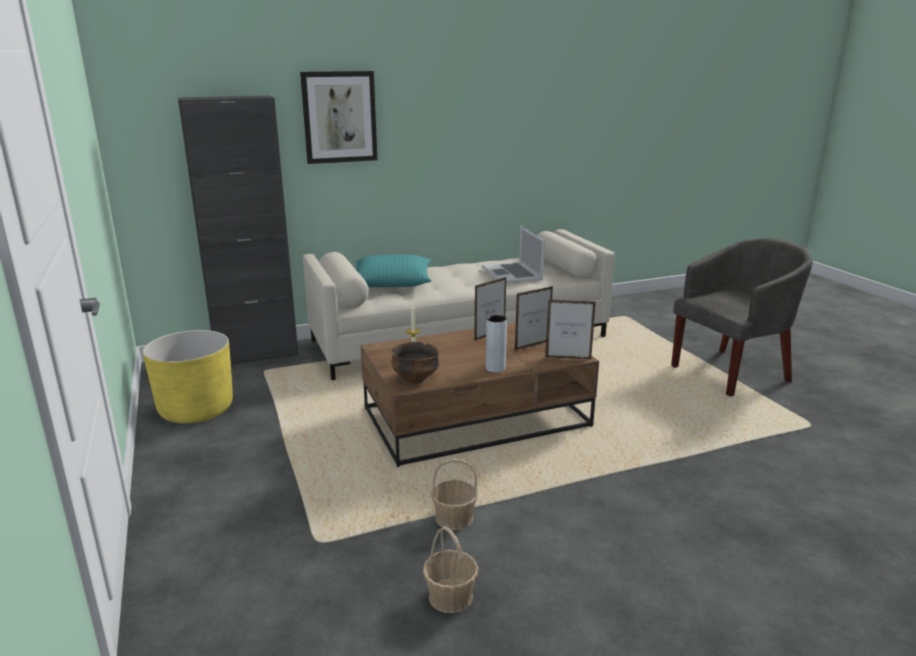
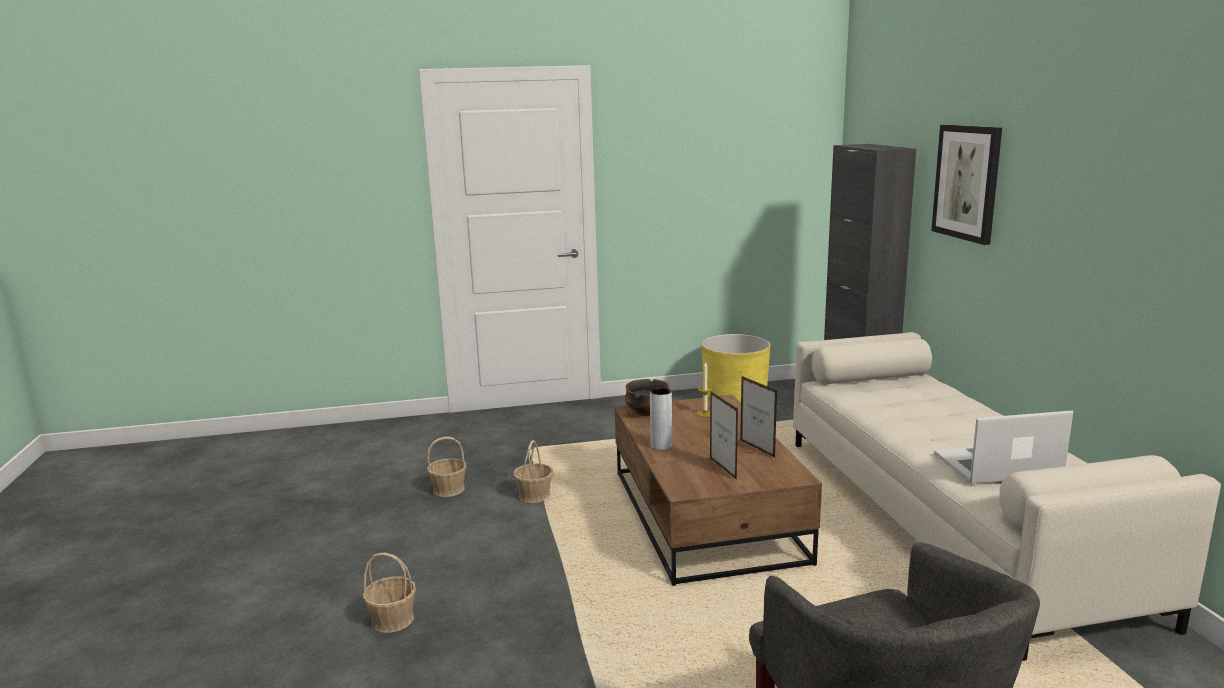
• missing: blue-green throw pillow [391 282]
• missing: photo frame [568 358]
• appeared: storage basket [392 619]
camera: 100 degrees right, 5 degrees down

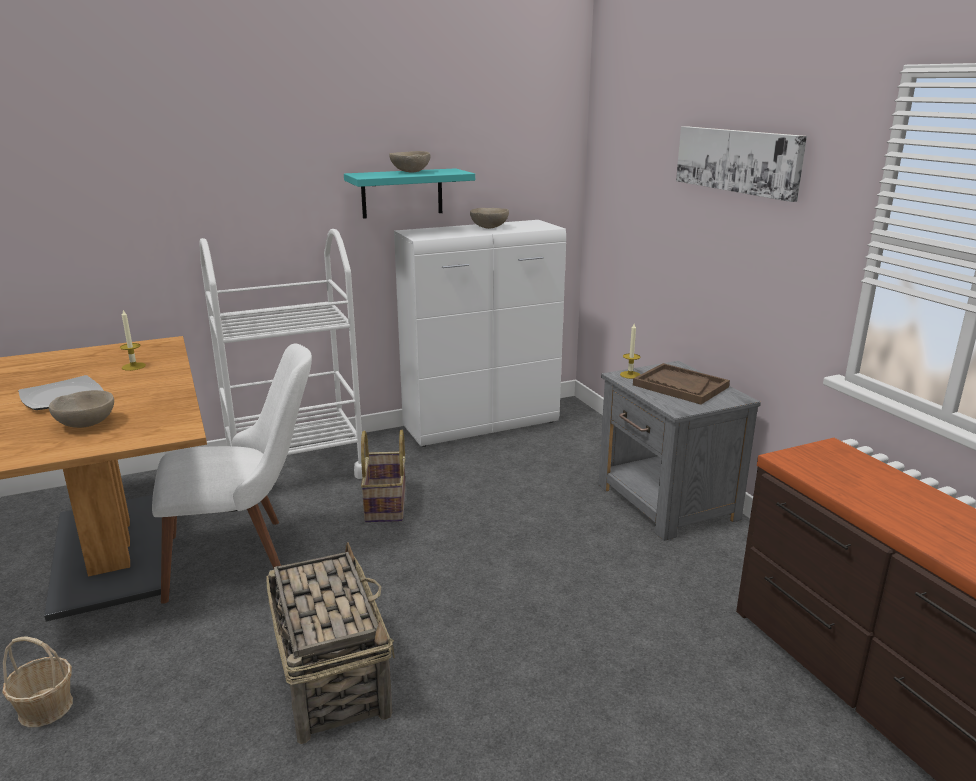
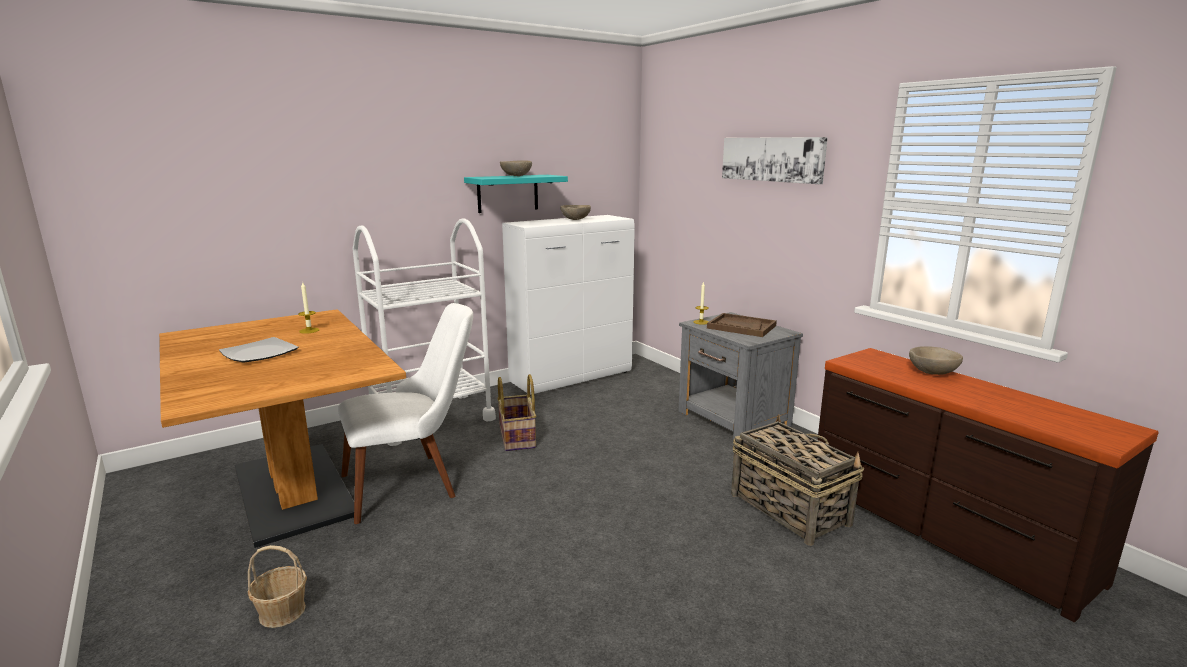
• relocated: sand-coloured bowl [86 424] to [933 372]
• relocated: storage basket [331 676] to [788 508]
camera: 10 degrees left, 5 degrees down

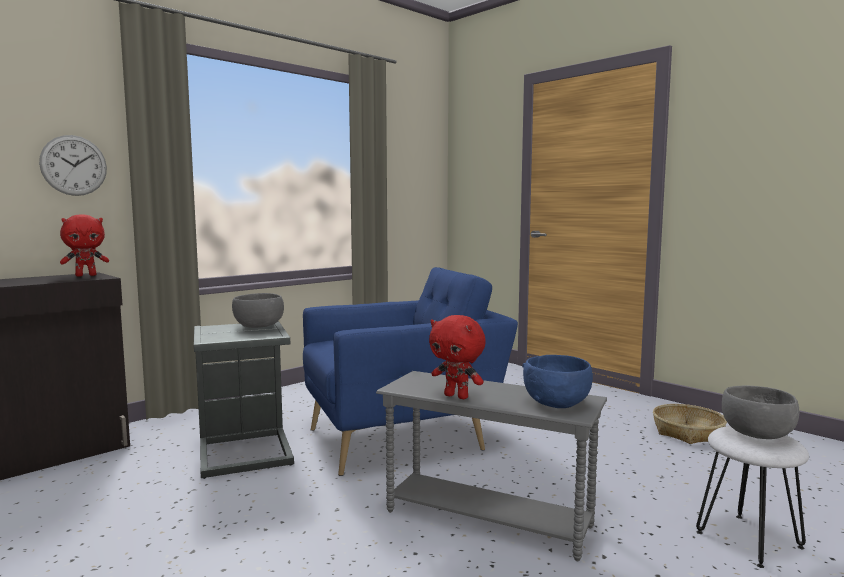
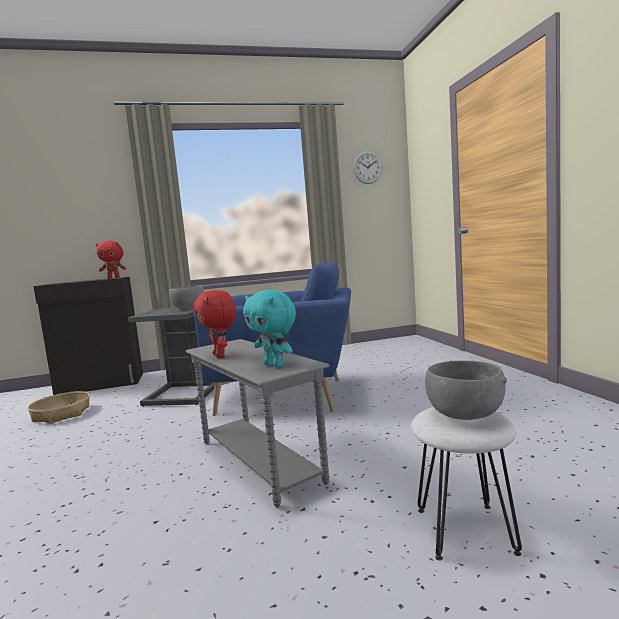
• relocated: hanging clock [74 165] to [367 167]
• exchanged: blue bowl [556 403] to blue-green plush toy [275 365]
• relocated: storage basket [687 432] to [61 414]
camera: 30 degrees right, 0 degrees up

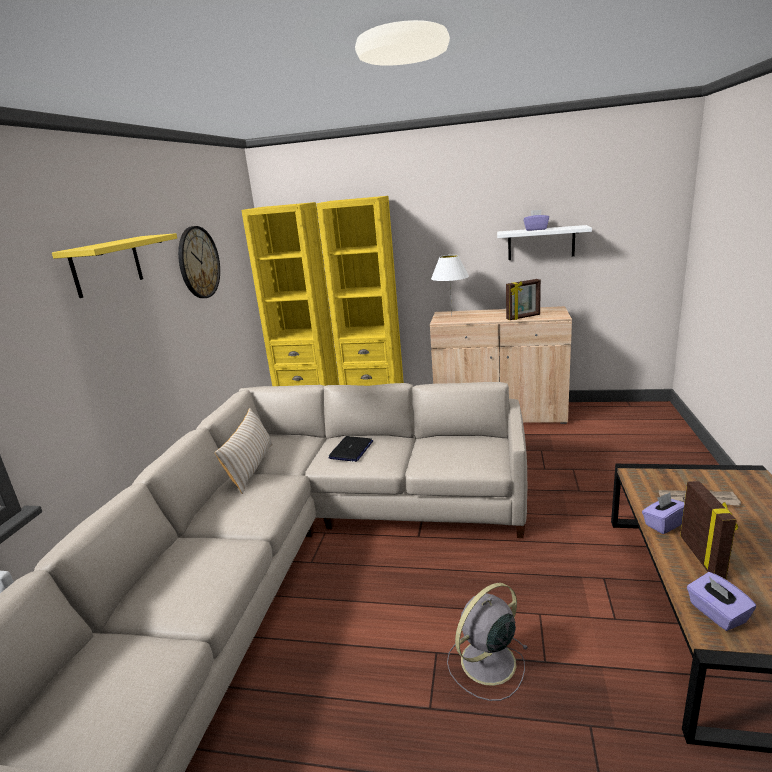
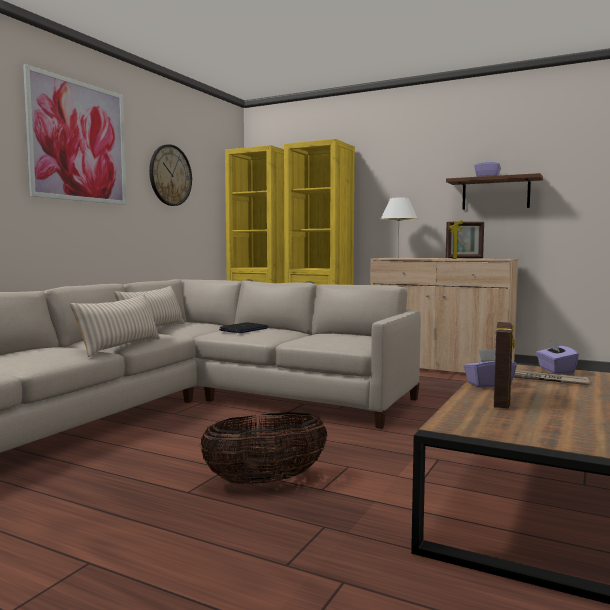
• colour: white shelf [541 243] to brown shelf [495 194]
• exchanged: yellow-coloured shelf [107 266] to wall art [78 141]
• relocated: purple tissue holder [716 613] to [555 370]
• exchanged: greyish fan [486 663] to storage basket [265 481]
• appeared: sand-coloured throw pillow [120 346]
camera: 15 degrees right, 15 degrees down

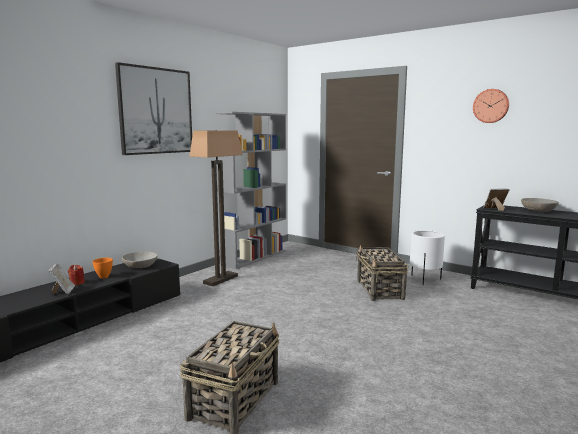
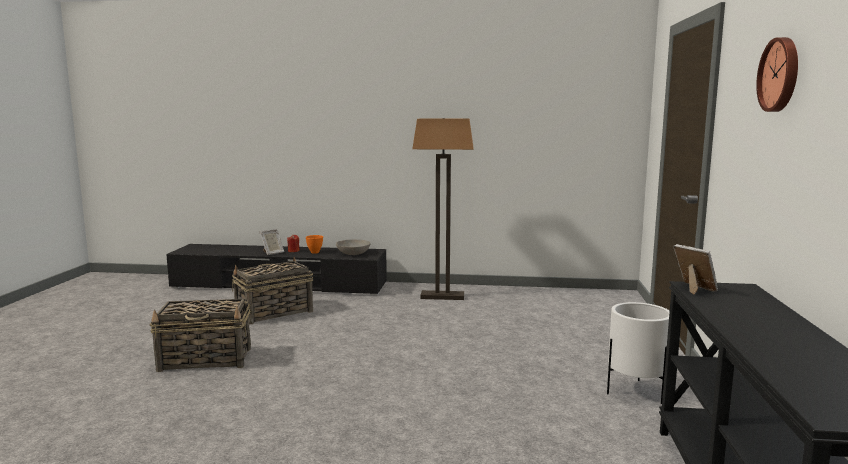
• missing: wall art [156 111]
• missing: greyish bookcase [254 257]
• missing: greyish bowl [538 211]
• relocated: storage basket [380 290] to [273 312]
camera: 60 degrees right, 0 degrees up

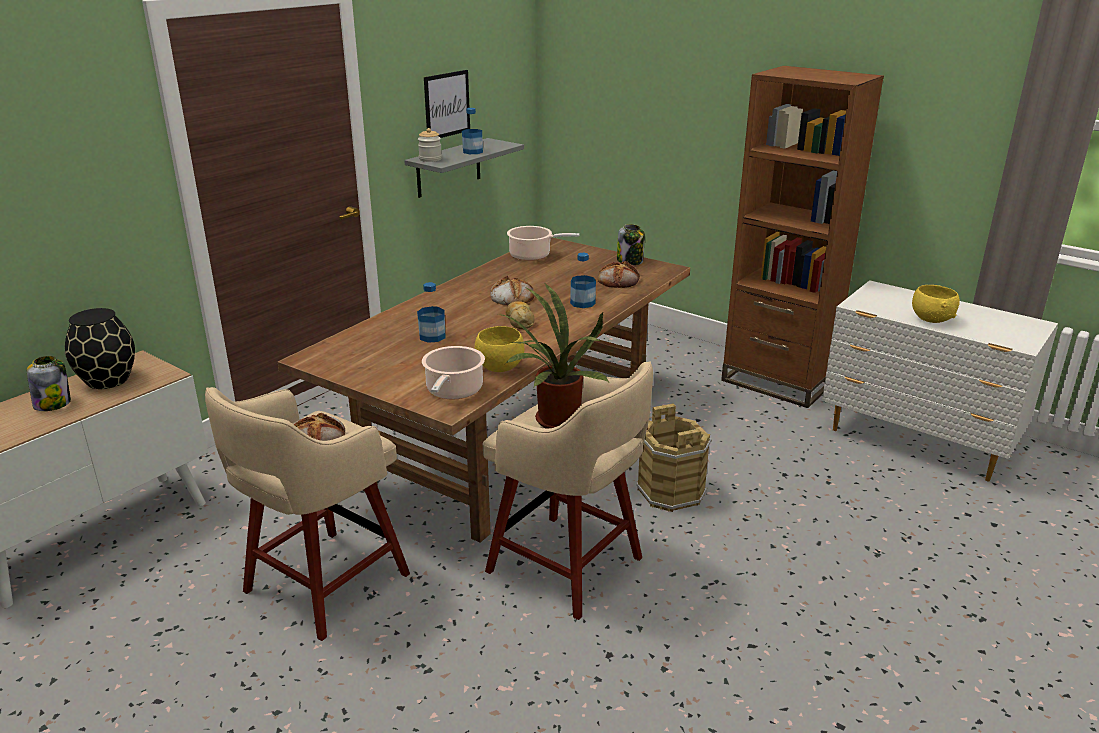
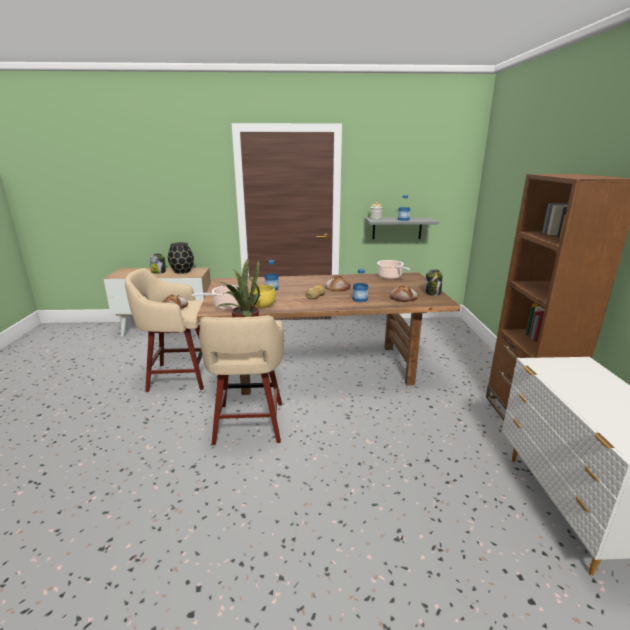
• missing: wall art [447 104]
• missing: yellow-coloured bowl [931 319]
• missing: brown bucket [671 491]
camera: 50 degrees right, 5 degrees down

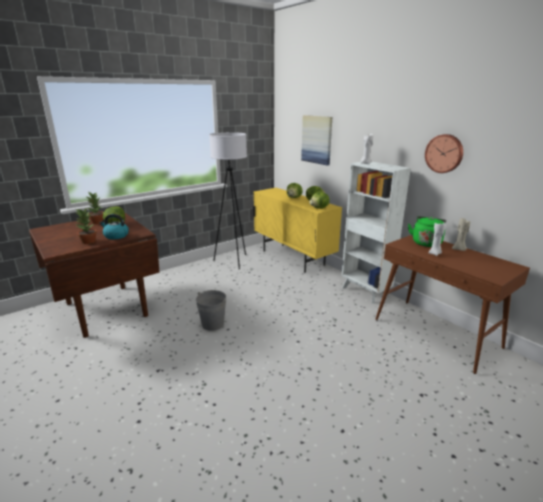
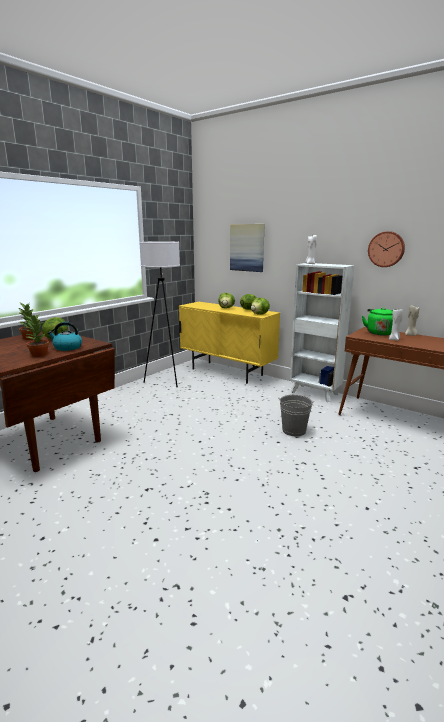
• relocated: greyish bucket [213 324] to [294 430]
camera: 15 degrees left, 5 degrees down

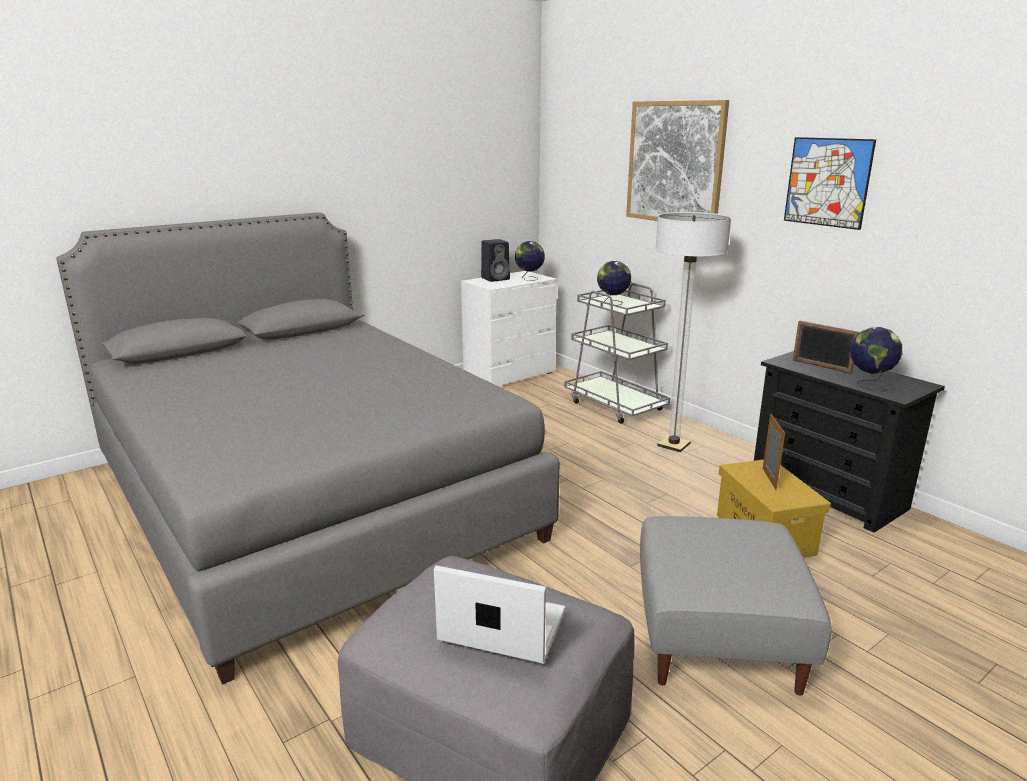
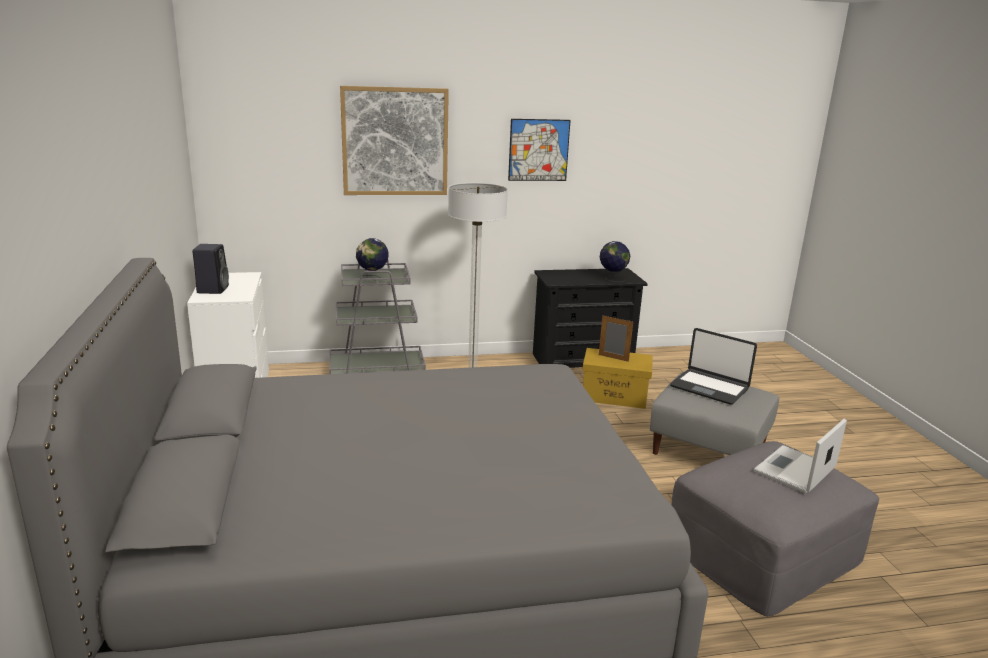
• missing: globe [529 279]
• missing: photo frame [821 366]
• appeared: portable computer [709 387]
camera: 65 degrees left, 0 degrees up

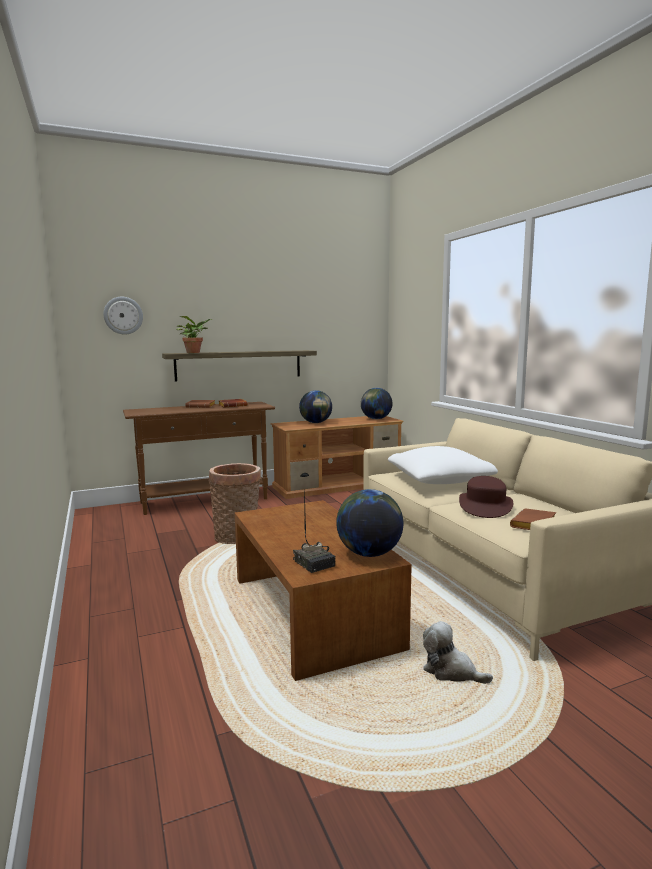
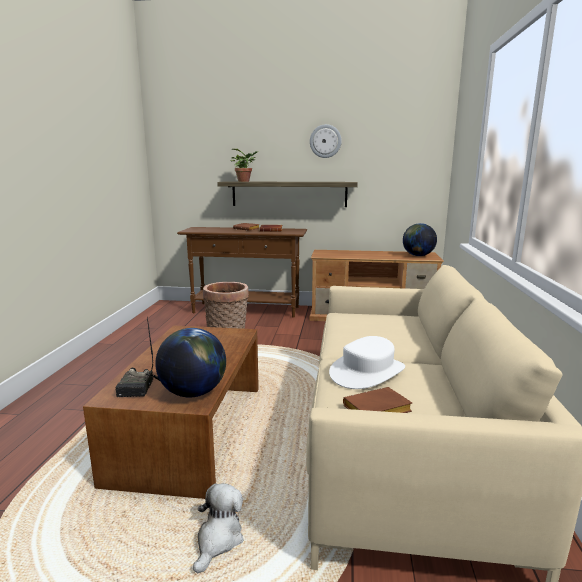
• relocated: hanging clock [123 315] to [325 141]
• missing: globe [316 423]
• missing: white throw pillow [439 480]
• colour: brown hat [485 506] to white hat [367 372]
• spun: plush toy [451 671] = [218 539] 45 degrees clockwise
camera: 30 degrees right, 5 degrees up

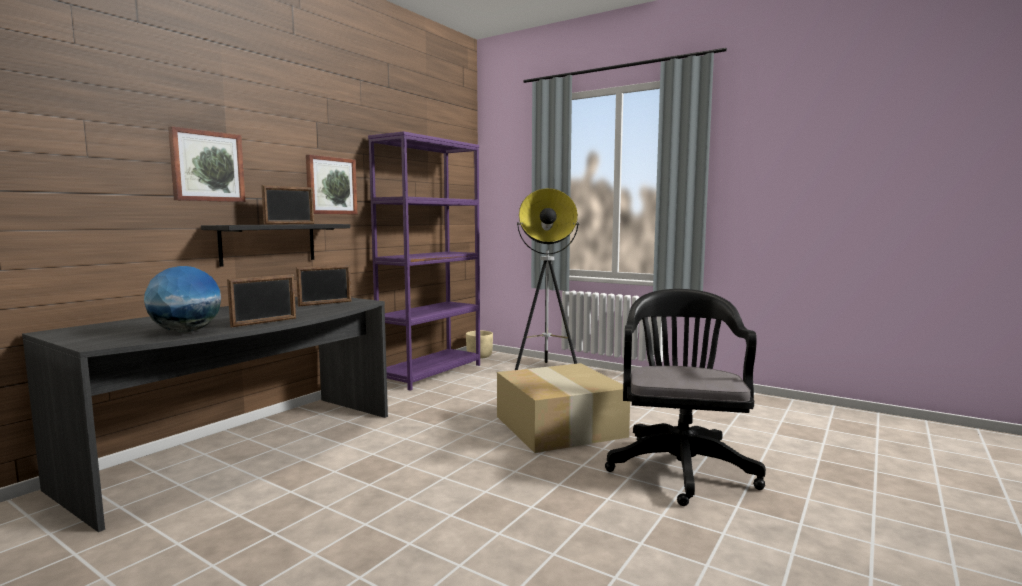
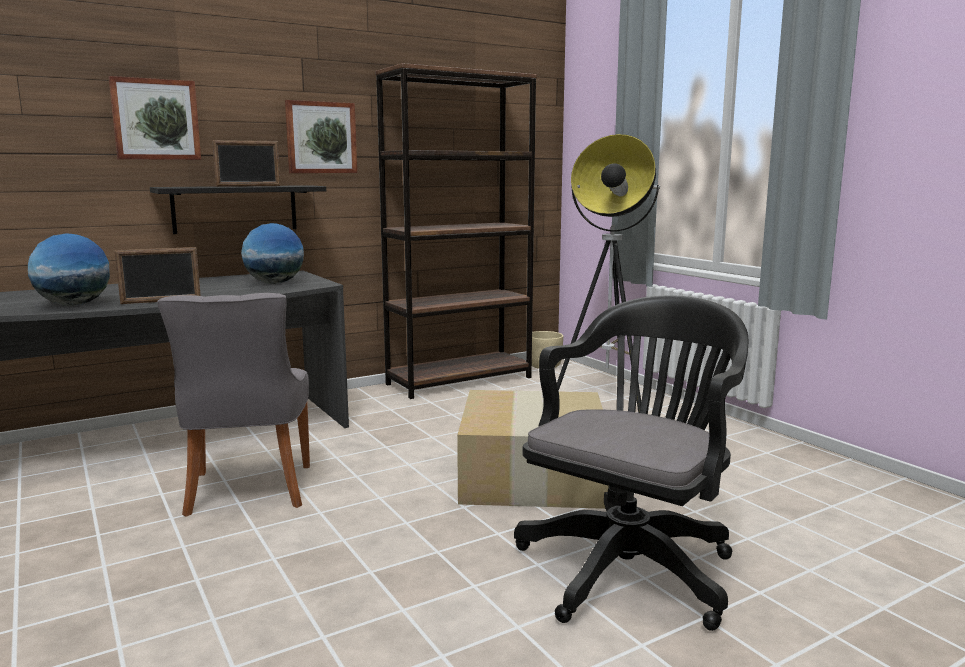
• colour: purple bookcase [431 373] to brown bookcase [460 380]
• exchanged: photo frame [325 303] to globe [274 283]
• appeared: greyish plain chair [248 491]
camera: 25 degrees right, 5 degrees up

